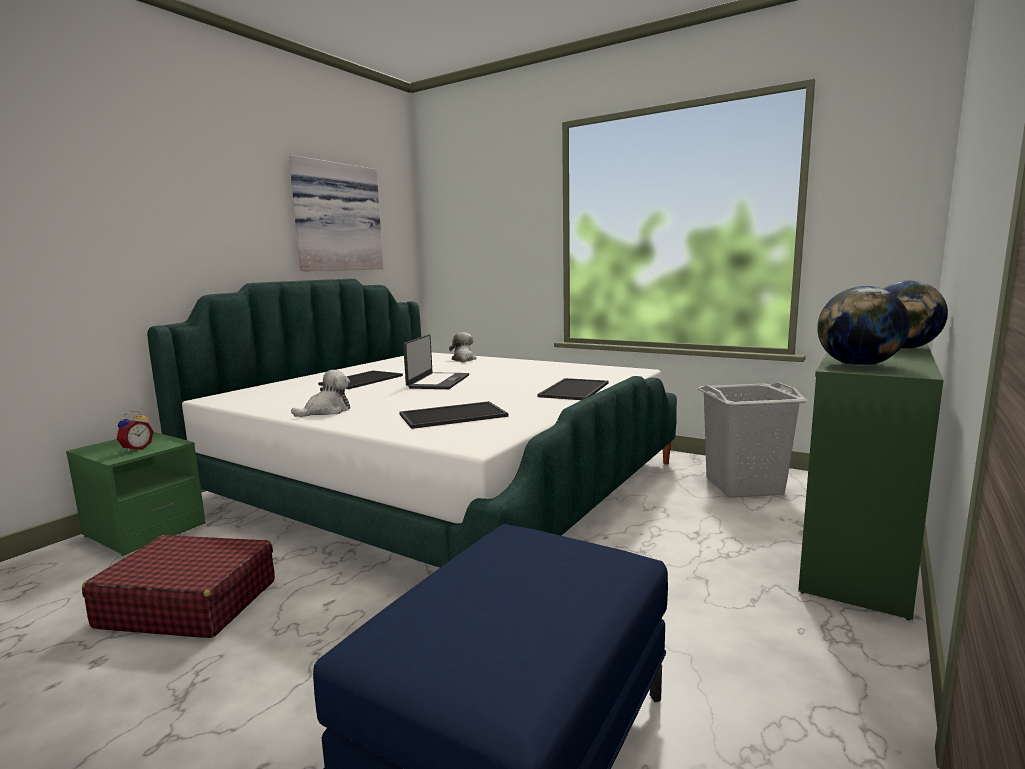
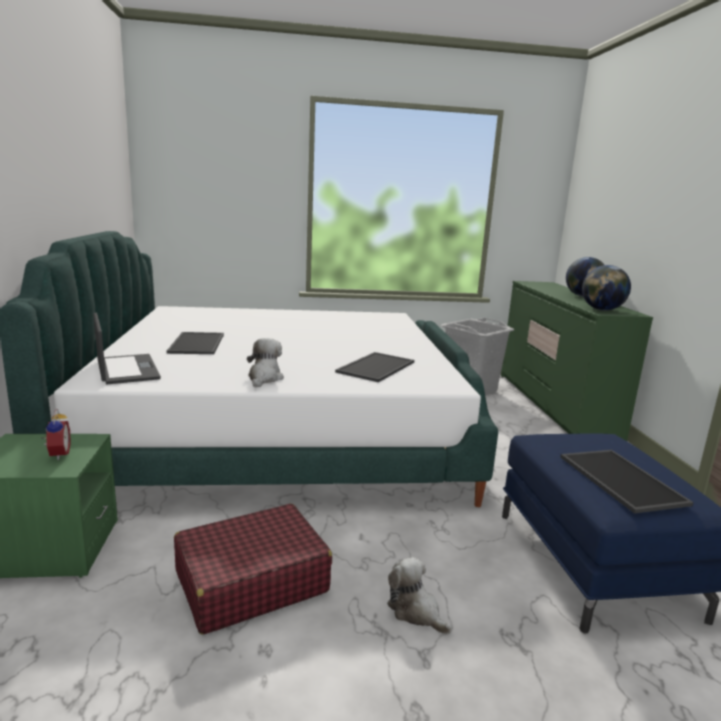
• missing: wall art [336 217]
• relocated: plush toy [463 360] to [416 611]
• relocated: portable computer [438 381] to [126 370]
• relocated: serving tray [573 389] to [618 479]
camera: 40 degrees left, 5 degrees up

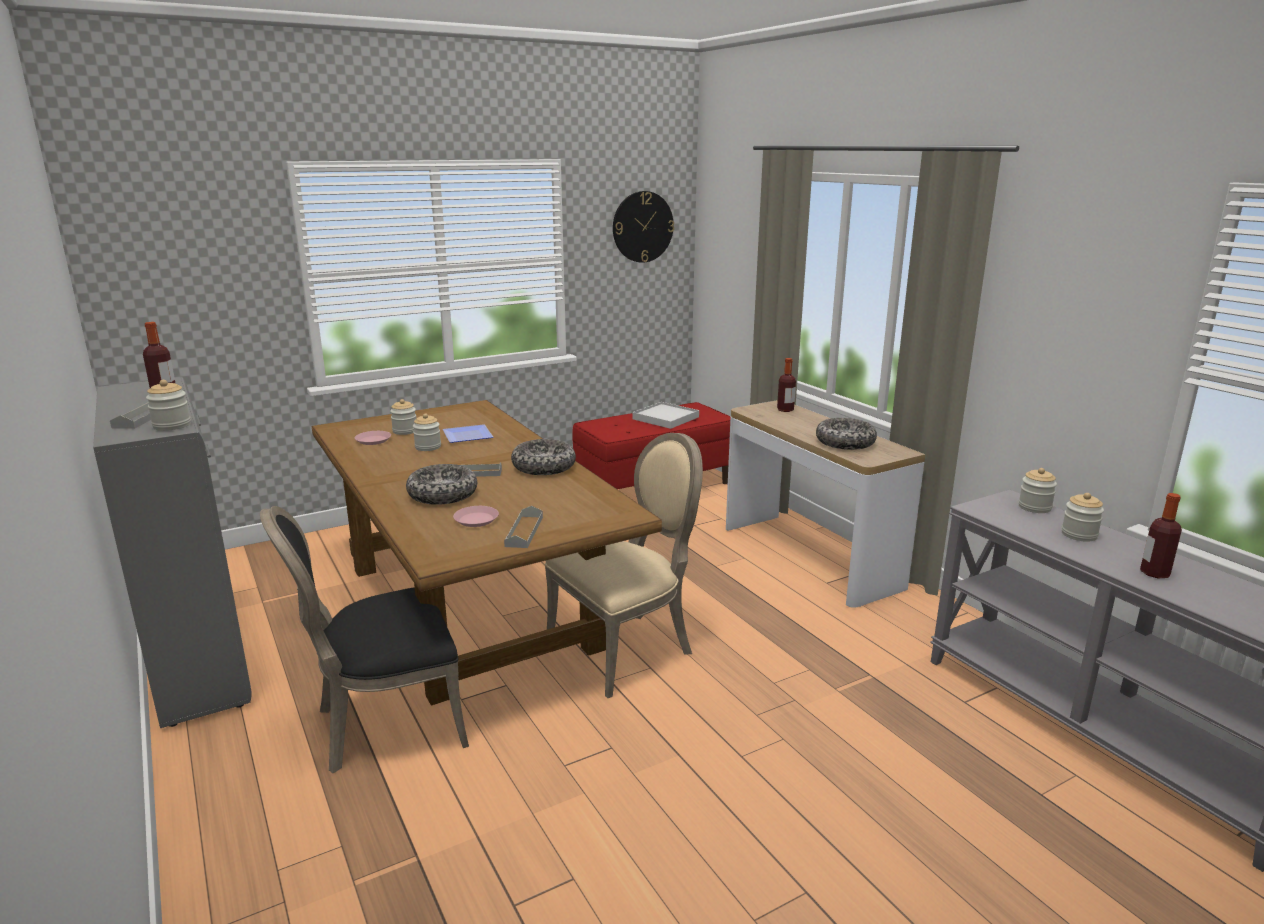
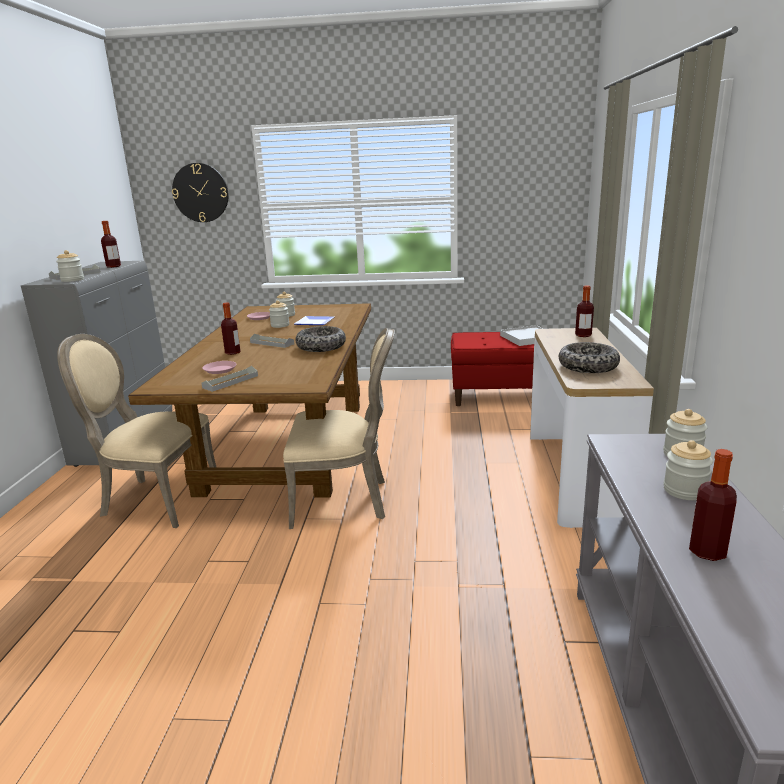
• relocated: hanging clock [642 227] to [200 192]
• exchanged: bowl [442 494] to bottle [232 352]
• colour: black plain chair [384 724] to sand-coloured plain chair [155 499]
camera: 35 degrees right, 0 degrees up

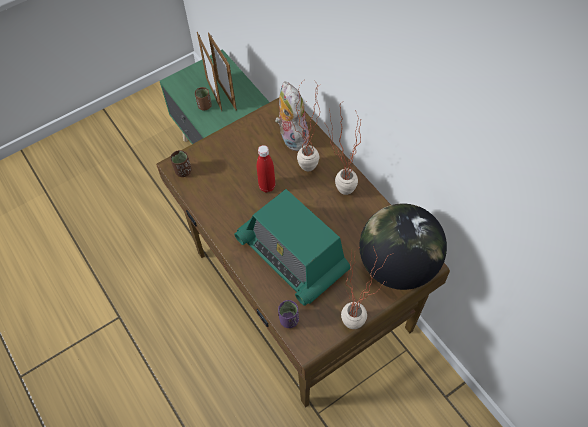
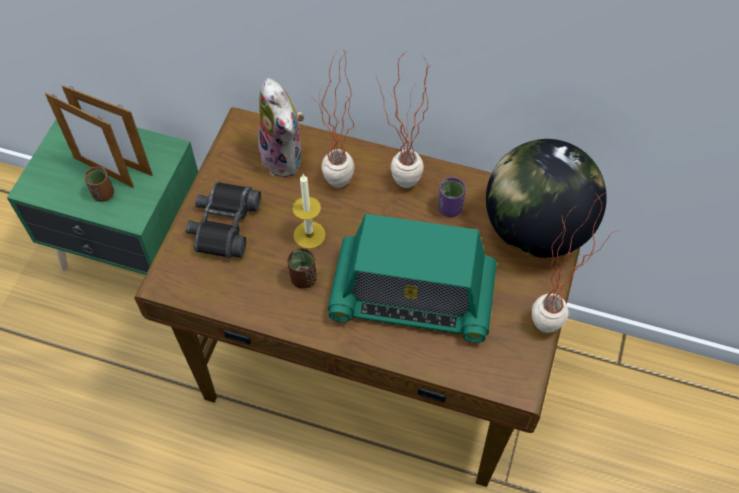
• spun: plush toy [291 137] = [285 157] 150 degrees counterclockwise
• exchanged: reddish bottle [267 186] to wax light [309 235]
• relocated: brown drinking cup [183 171] to [303 278]
• relocated: purple drinking cup [289 320] to [449 208]
• appeared: black field glasses [223 225]
camera: 40 degrees left, 0 degrees up

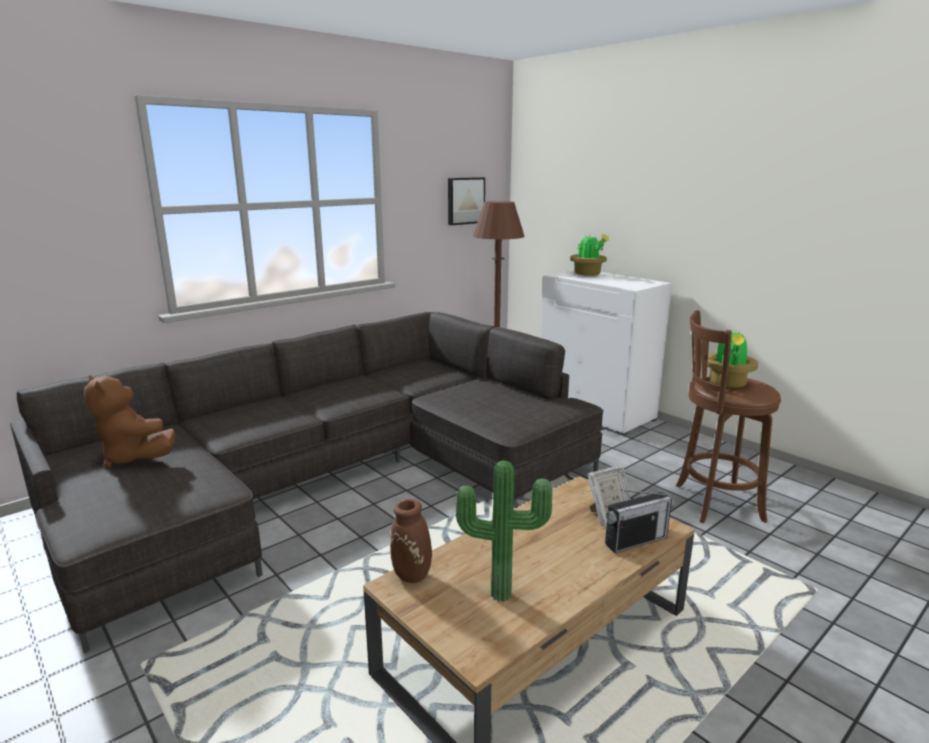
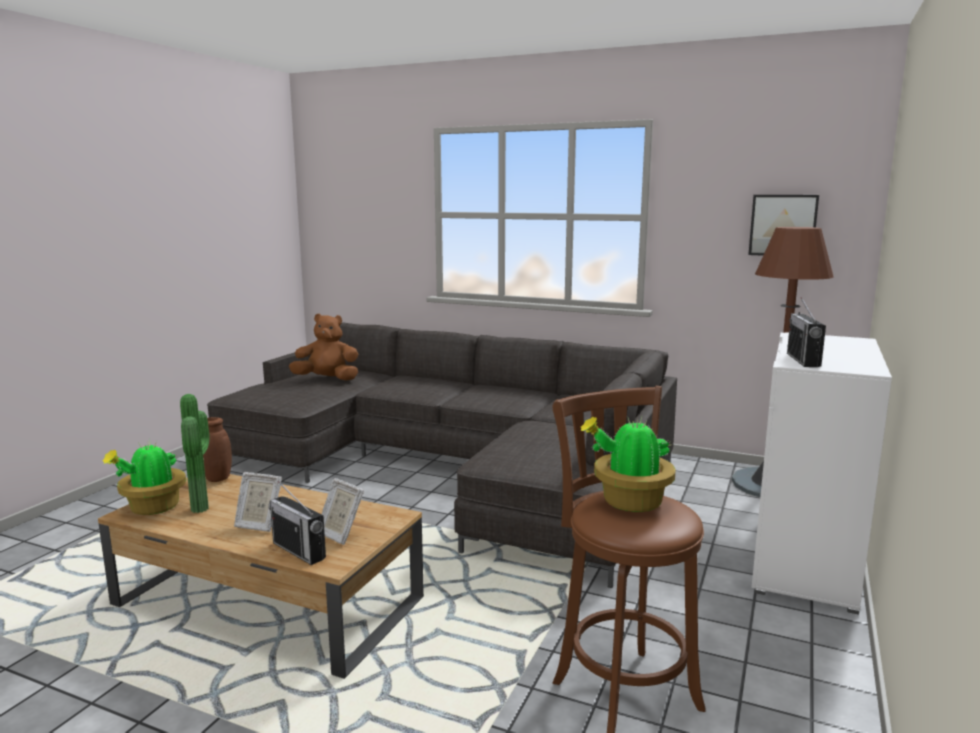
• relocated: houseplant [588 274] to [152 508]
• spun: brown plush toy [135 457] = [327 379] 75 degrees clockwise
• appeared: radio receiver [803 360]
• appeared: photo frame [258 524]
camera: 65 degrees right, 5 degrees down

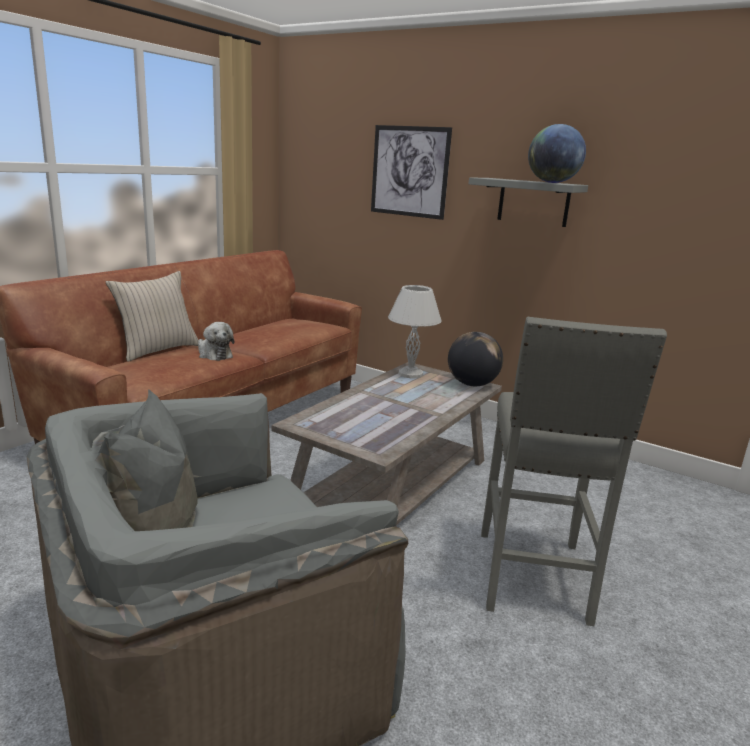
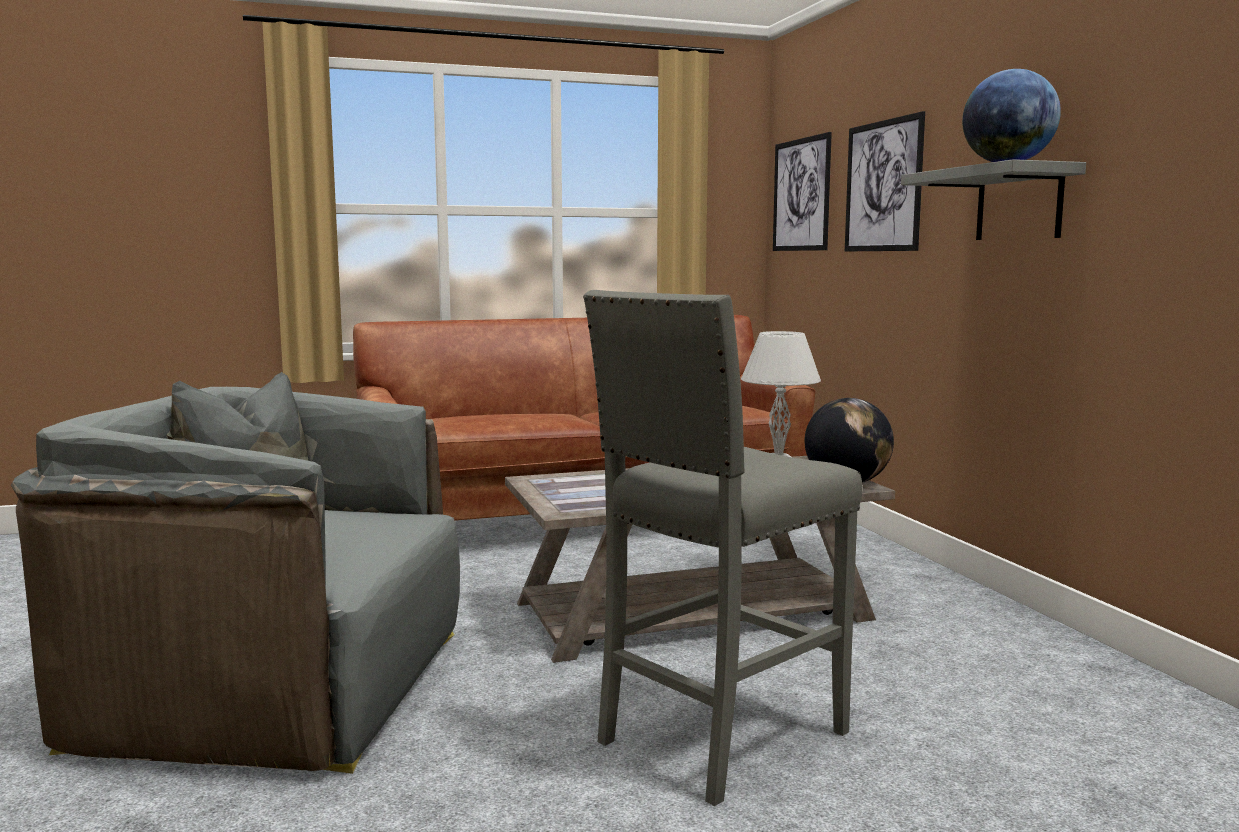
• missing: sand-coloured throw pillow [157 350]
• missing: plush toy [214 354]
• appeared: wall art [801 195]
camera: 40 degrees right, 10 degrees down

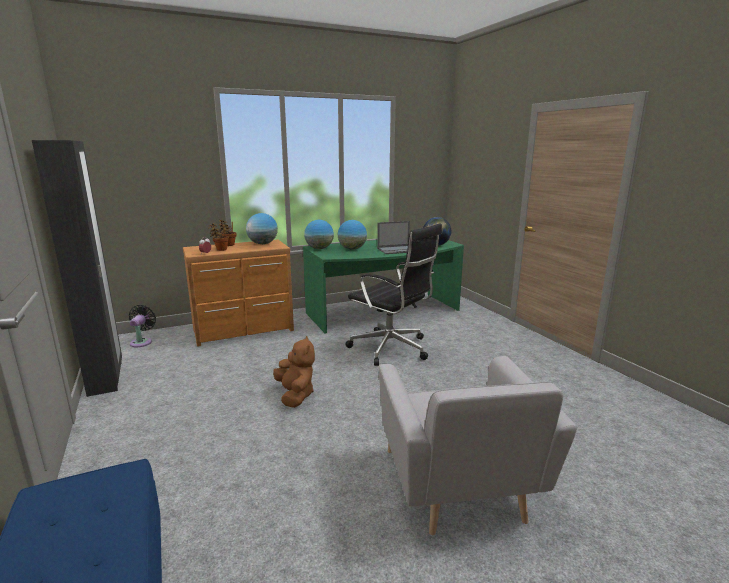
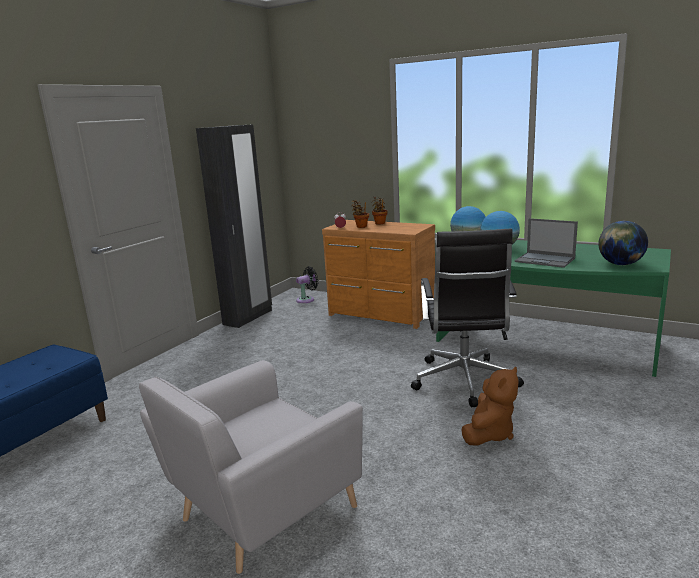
• missing: globe [263 244]
• relocated: brown plush toy [295 395] to [489 434]
camera: 55 degrees right, 0 degrees up

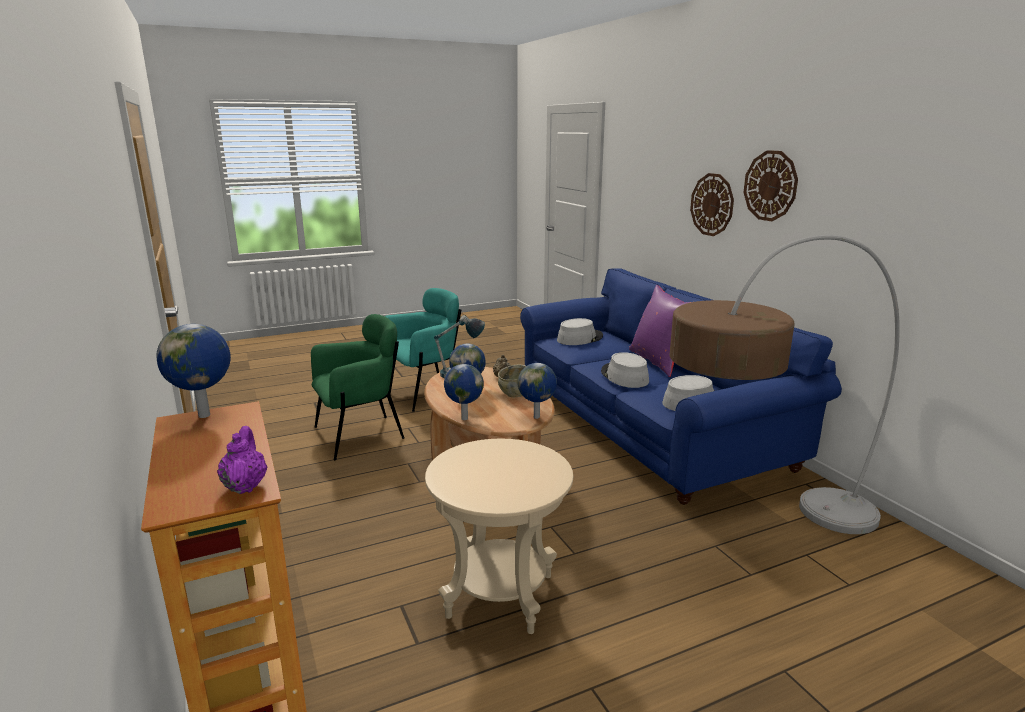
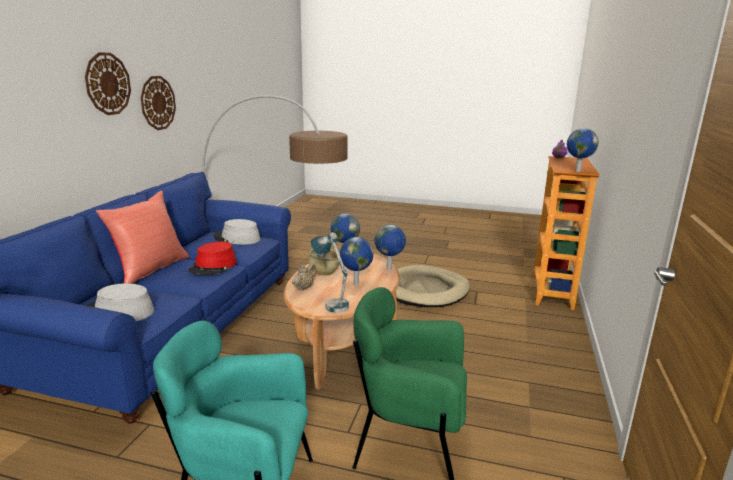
• relocated: hanging clock [712 204] to [158 103]
• colour: purple throw pillow [659 361] to reddish throw pillow [150 269]
• colour: greyish hat [624 376] to reddish hat [213 266]
• exchanged: sand-coloured accent table [500 596] to sand-coloured dog bed [425 290]
camera: 140 degrees left, 0 degrees up

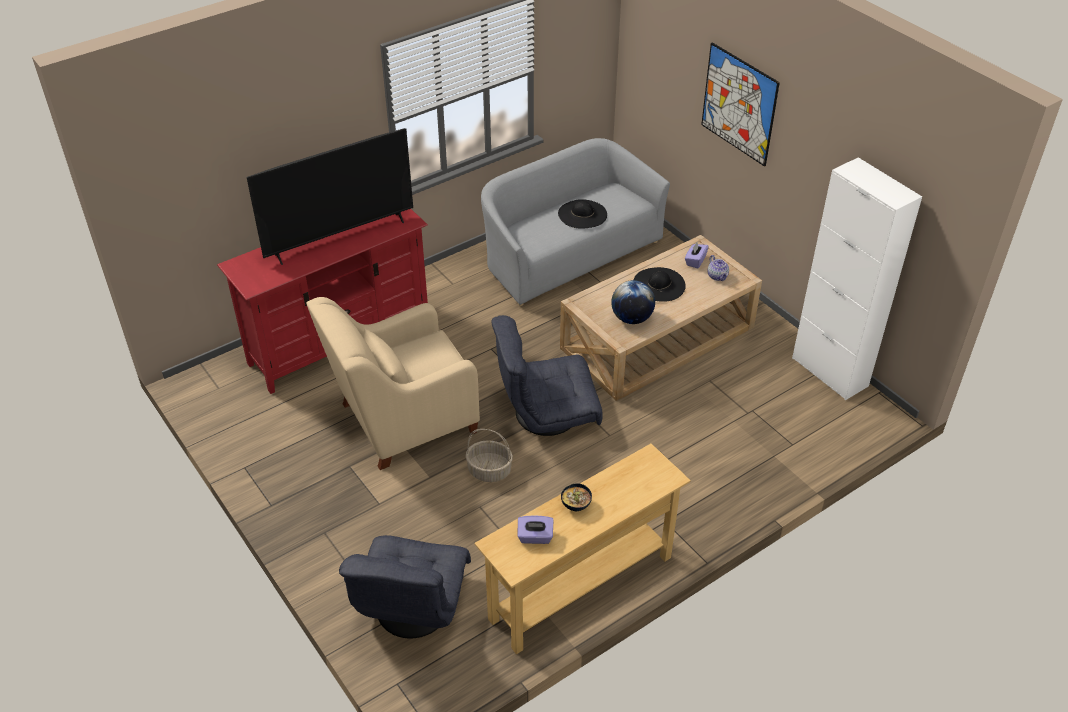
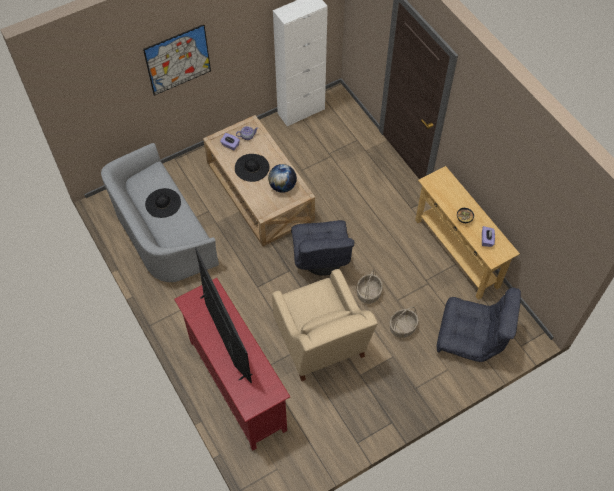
• appeared: storage basket [402 328]
camera: 85 degrees left, 15 degrees up

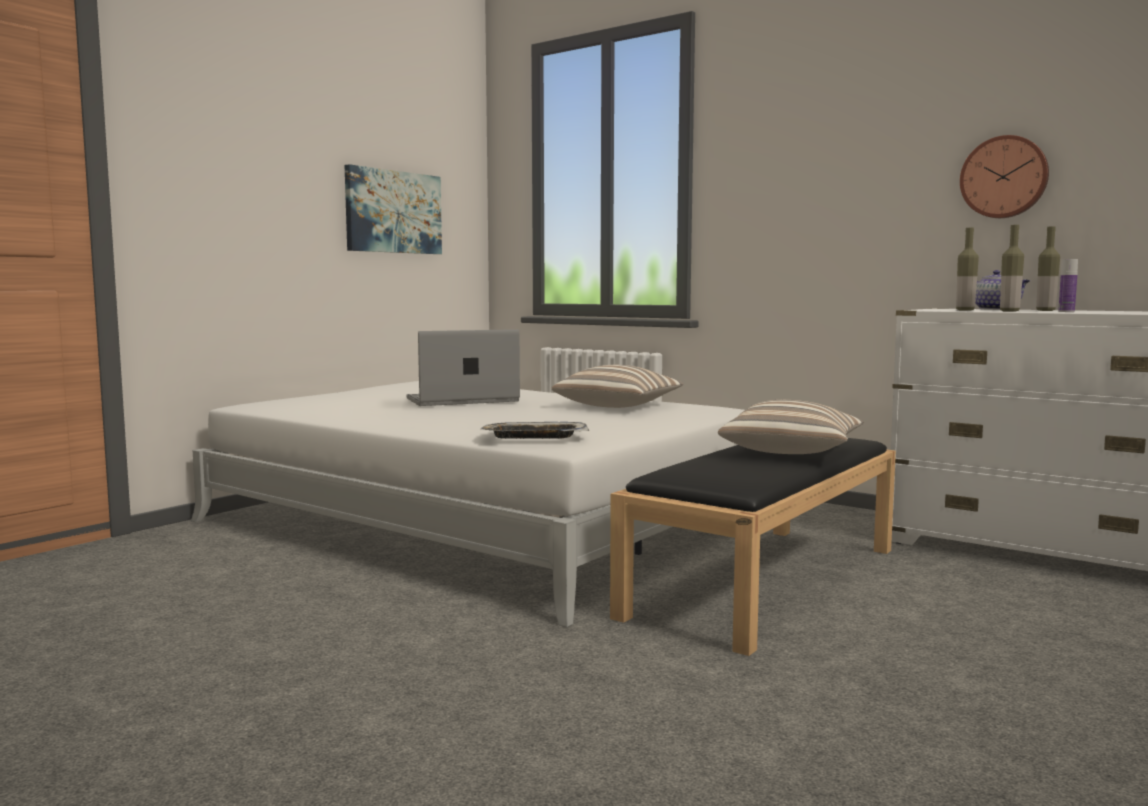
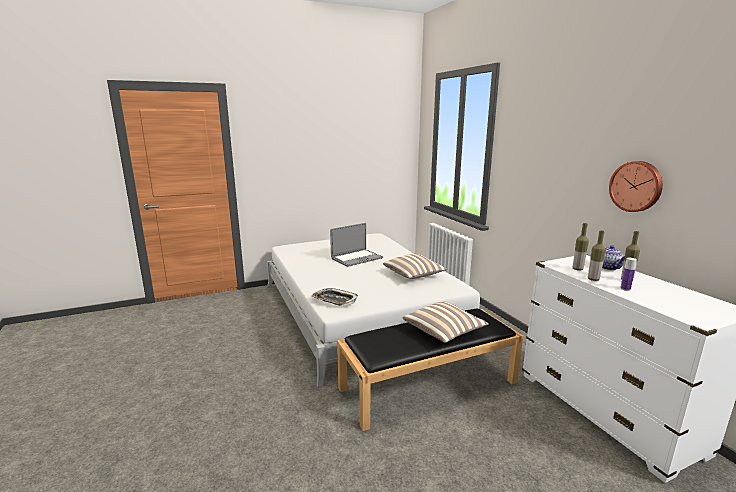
• missing: wall art [393 212]
• spun: portable computer [462 400] = [357 258] 135 degrees clockwise
camera: 30 degrees right, 10 degrees up

